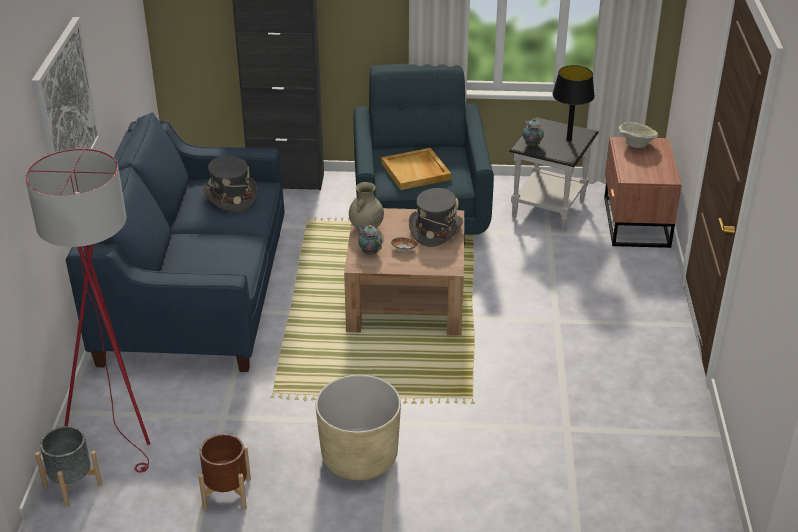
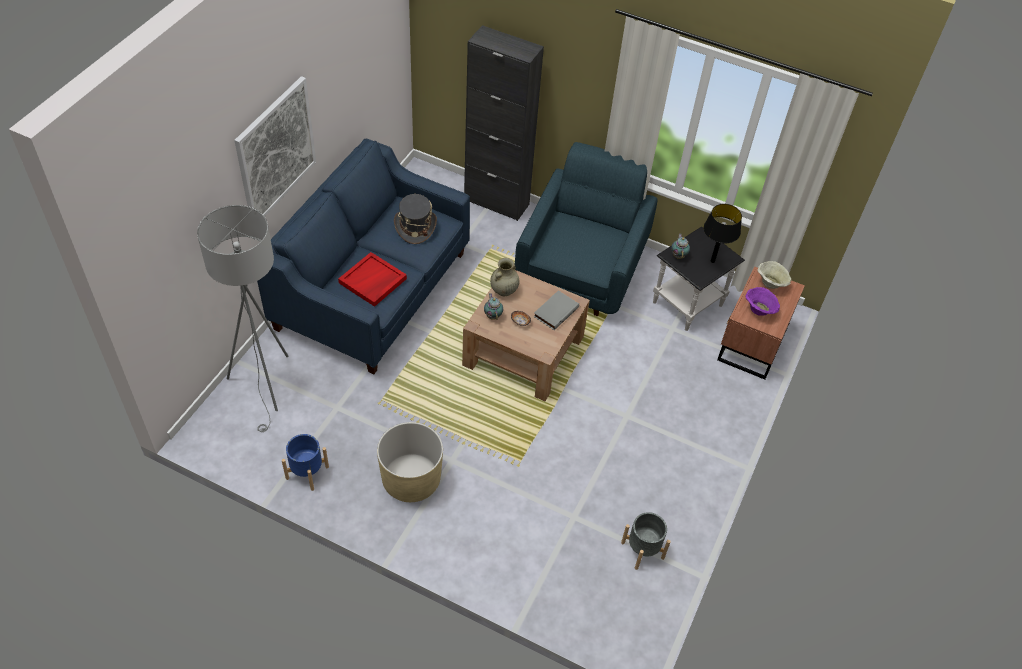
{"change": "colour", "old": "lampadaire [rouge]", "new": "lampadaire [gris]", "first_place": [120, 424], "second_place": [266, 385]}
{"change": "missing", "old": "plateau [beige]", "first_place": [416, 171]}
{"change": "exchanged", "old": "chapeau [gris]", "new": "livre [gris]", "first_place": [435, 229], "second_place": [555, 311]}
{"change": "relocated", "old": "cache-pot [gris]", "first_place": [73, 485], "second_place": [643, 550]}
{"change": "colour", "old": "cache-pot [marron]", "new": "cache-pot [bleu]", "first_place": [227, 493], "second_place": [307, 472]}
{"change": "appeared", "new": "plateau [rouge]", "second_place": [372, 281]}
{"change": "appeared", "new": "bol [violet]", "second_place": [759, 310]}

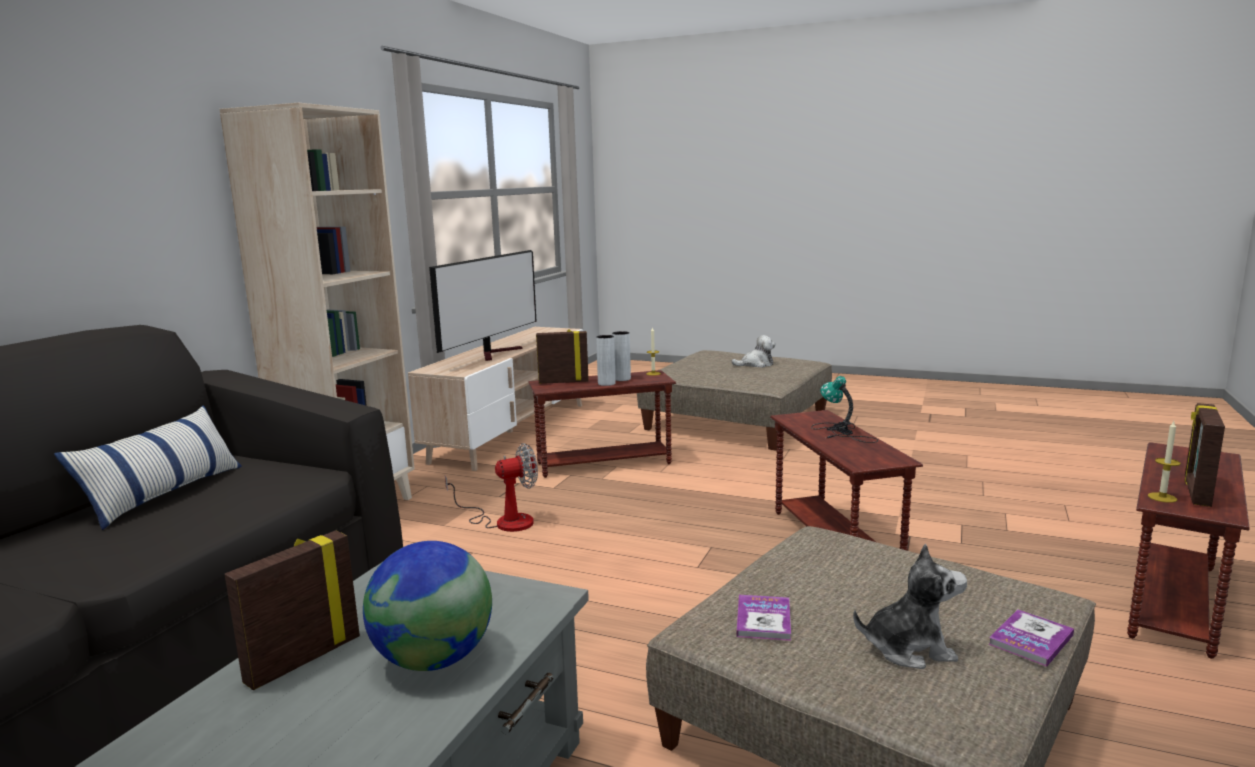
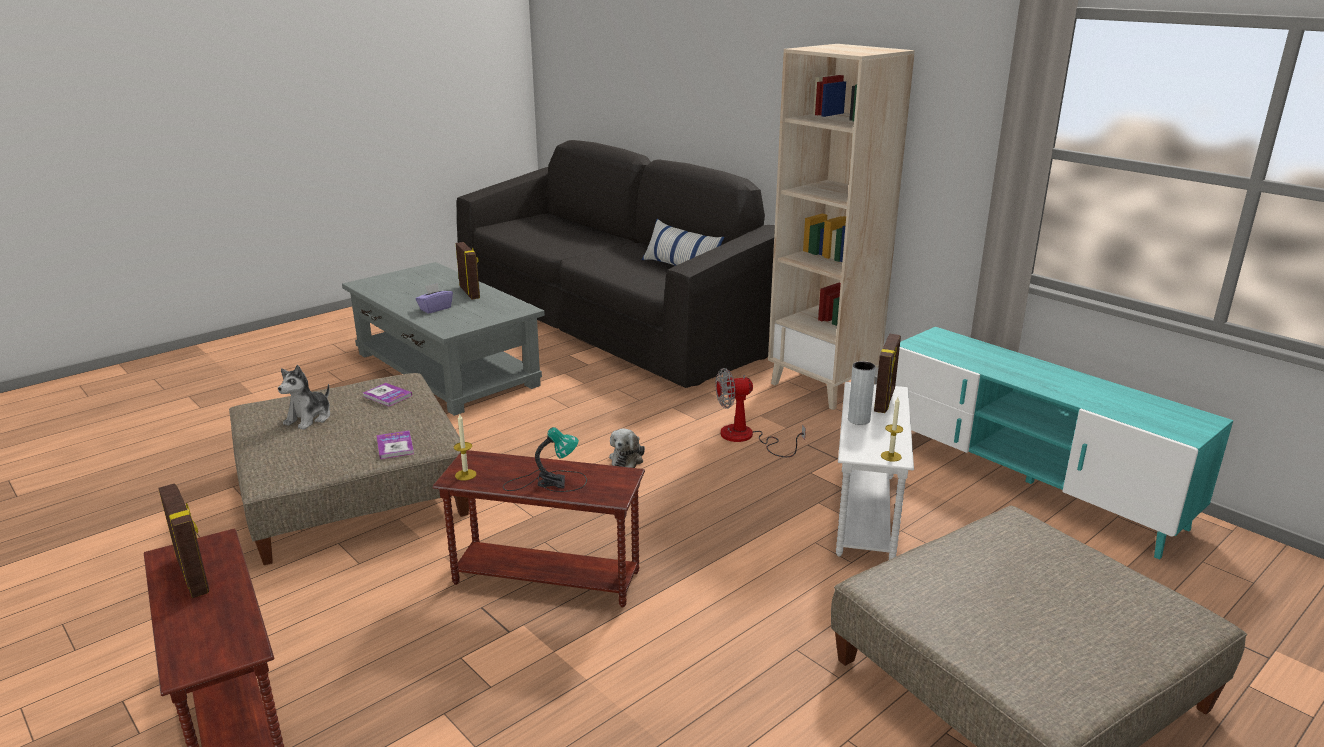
{"change": "missing", "old": "téléviseur", "first_place": [496, 353]}
{"change": "colour", "old": "meuble télé [beige]", "new": "meuble télé [turquoise]", "first_place": [511, 432], "second_place": [1028, 483]}
{"change": "missing", "old": "vase [gris]", "first_place": [622, 379]}
{"change": "relocated", "old": "peluche", "first_place": [756, 364], "second_place": [627, 458]}
{"change": "colour", "old": "table d'appoint [marron]", "new": "table d'appoint [blanc]", "first_place": [604, 464], "second_place": [865, 514]}
{"change": "relocated", "old": "bougie", "first_place": [1162, 497], "second_place": [465, 475]}
{"change": "spun", "old": "ventilateur", "first_place": [503, 521], "second_place": [747, 438], "degrees": 75}
{"change": "exchanged", "old": "globe", "new": "boîte à mouchoirs [violet]", "first_place": [434, 659], "second_place": [435, 309]}
{"change": "relocated", "old": "livre", "first_place": [1031, 639], "second_place": [395, 446]}

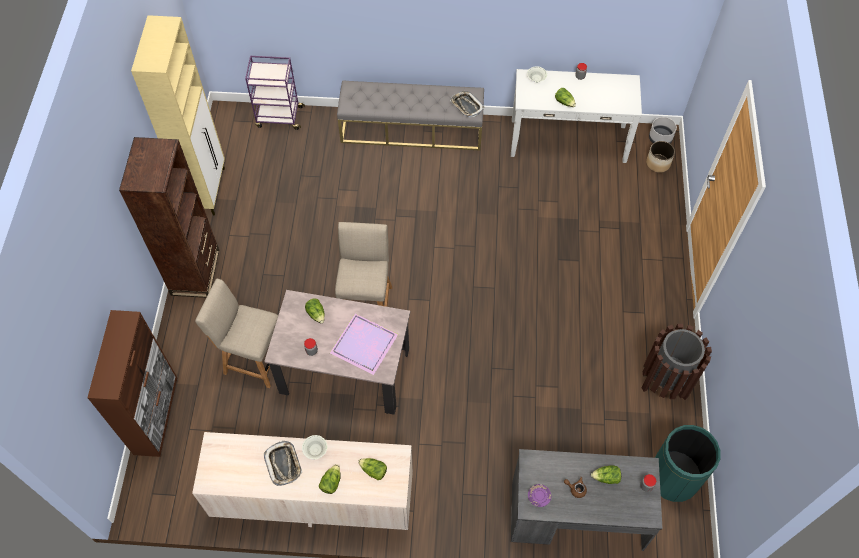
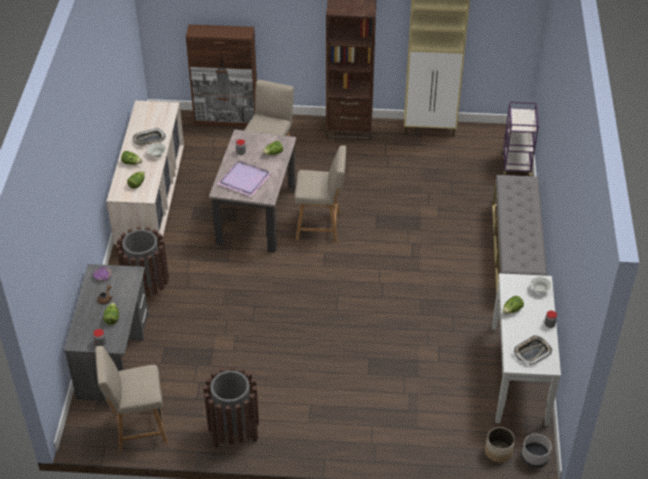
{"change": "relocated", "old": "plateau", "first_place": [466, 106], "second_place": [532, 352]}
{"change": "exchanged", "old": "poubelle [vert]", "new": "chaise [beige]", "first_place": [673, 478], "second_place": [137, 428]}
{"change": "appeared", "new": "poubelle [marron]", "second_place": [147, 288]}

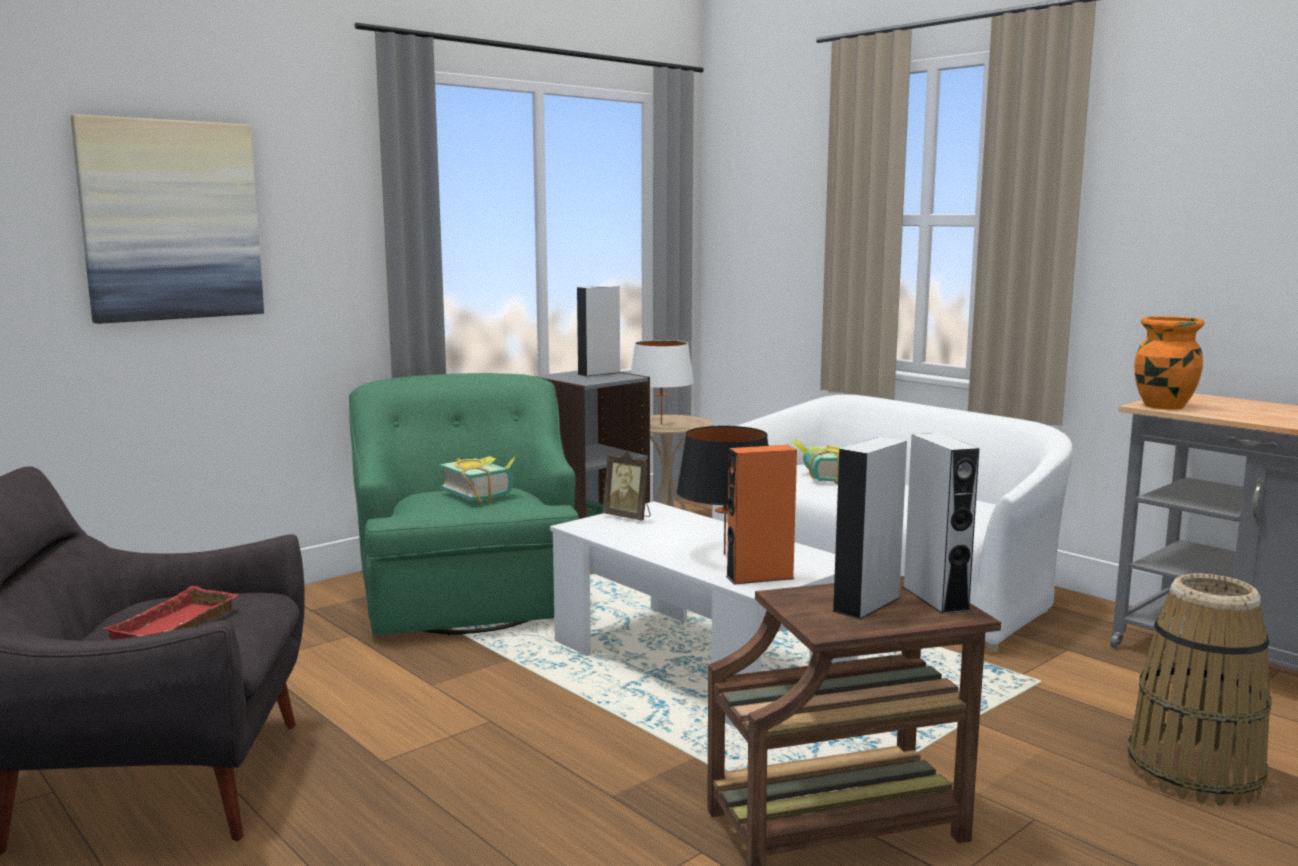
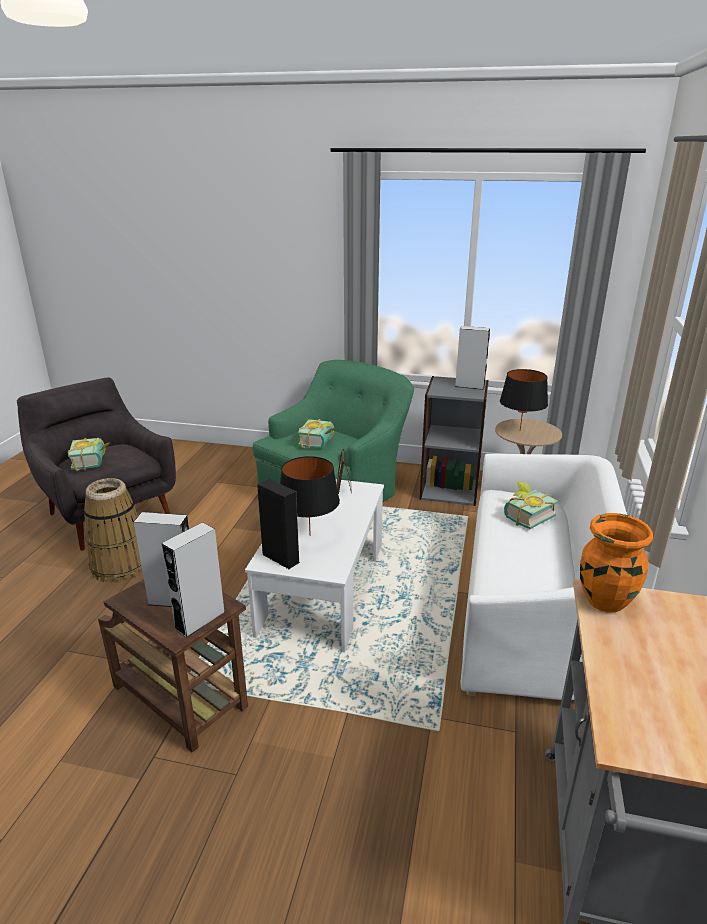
{"change": "missing", "old": "tableau", "first_place": [171, 220]}
{"change": "colour", "old": "lampe de table [blanc]", "new": "lampe de table [noir]", "first_place": [661, 424], "second_place": [520, 431]}
{"change": "colour", "old": "enceinte [orange]", "new": "enceinte [noir]", "first_place": [760, 577], "second_place": [280, 558]}
{"change": "relocated", "old": "panier", "first_place": [1193, 772], "second_place": [120, 565]}
{"change": "exchanged", "old": "plateau [rouge]", "new": "livre", "first_place": [176, 627], "second_place": [93, 461]}

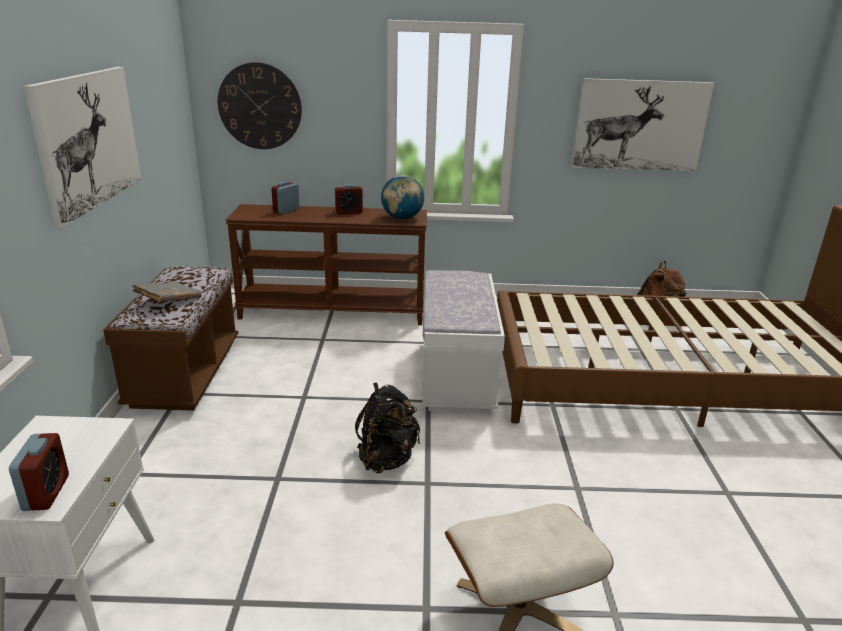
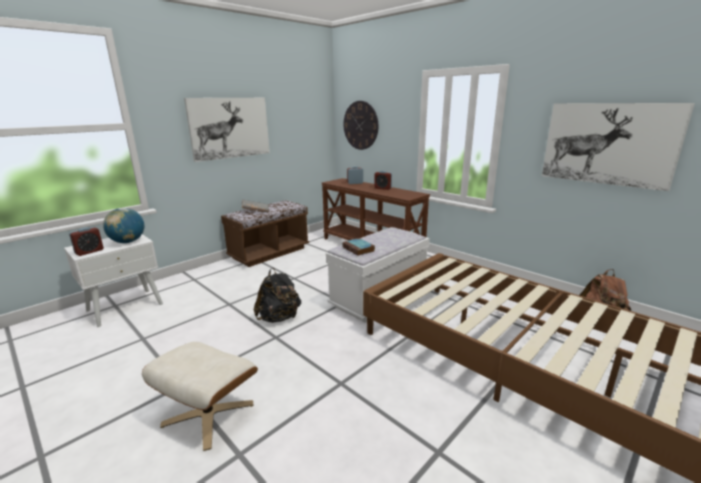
{"change": "relocated", "old": "globe", "first_place": [402, 218], "second_place": [128, 242]}
{"change": "appeared", "new": "livre", "second_place": [359, 249]}

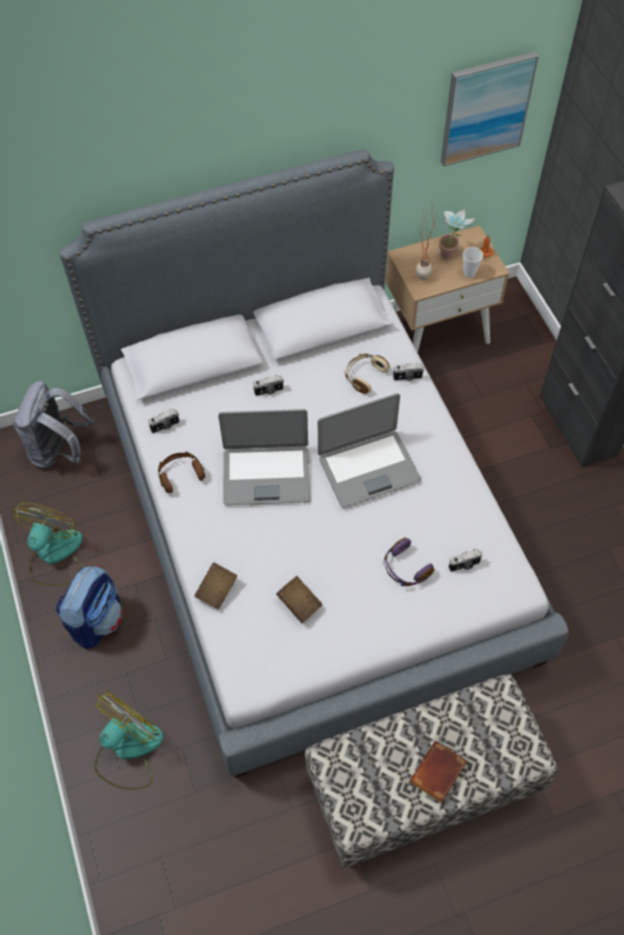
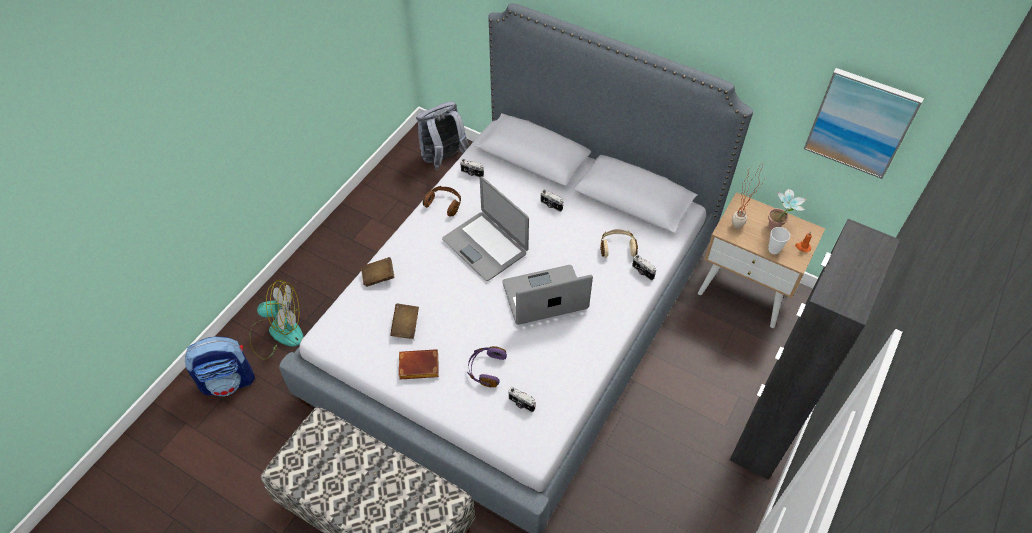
{"change": "spun", "old": "ordinateur portable", "first_place": [368, 468], "second_place": [545, 297], "degrees": 135}
{"change": "missing", "old": "ventilateur", "first_place": [55, 556]}
{"change": "relocated", "old": "sac à dos", "first_place": [97, 619], "second_place": [229, 381]}
{"change": "relocated", "old": "livre [marron]", "first_place": [438, 775], "second_place": [418, 367]}

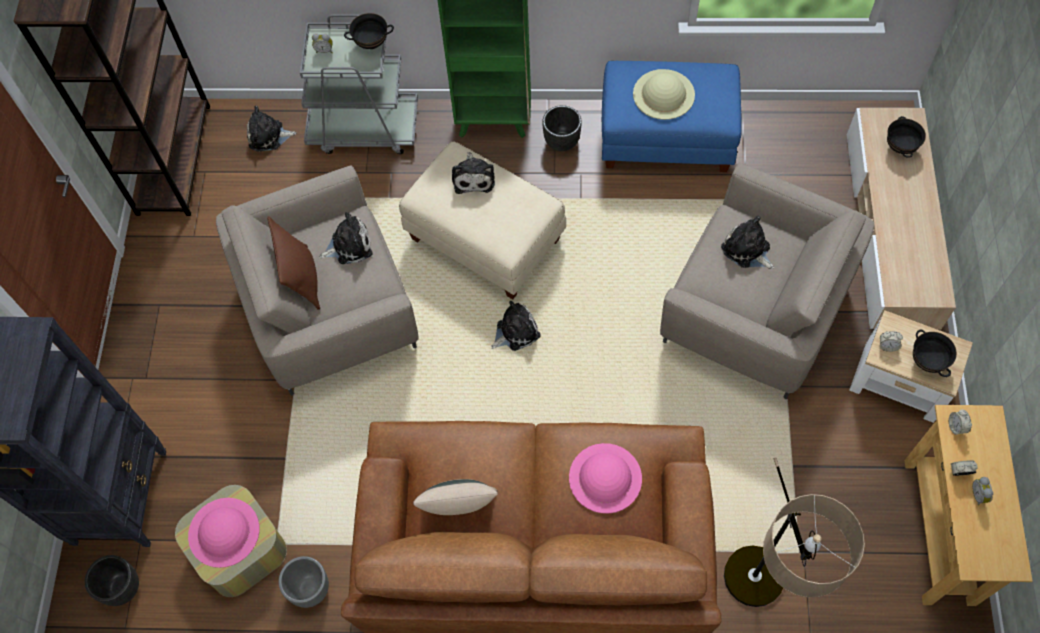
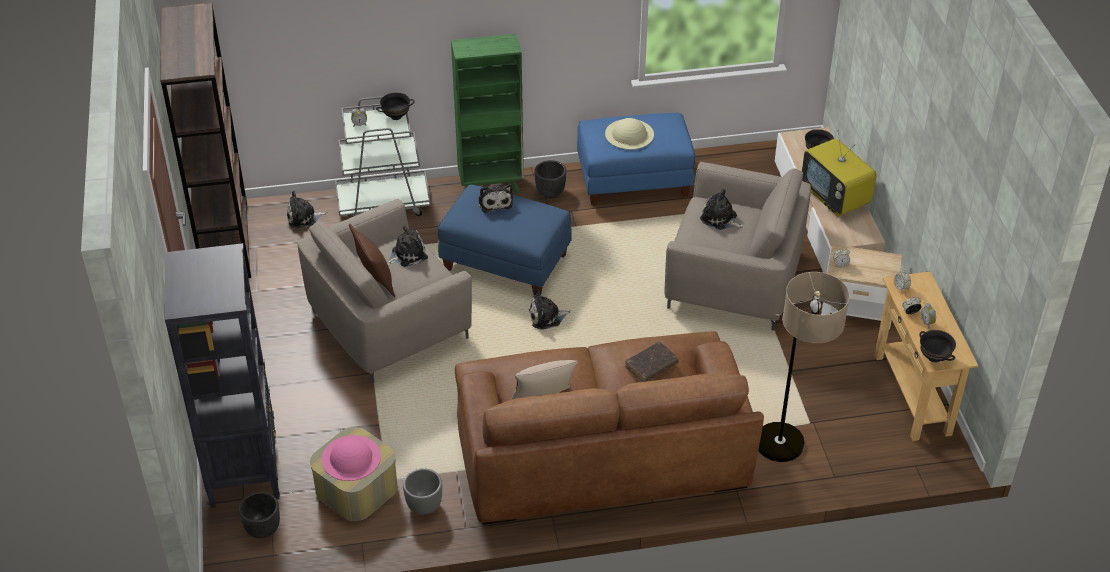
{"change": "colour", "old": "pouf [beige]", "new": "pouf [bleu]", "first_place": [484, 240], "second_place": [504, 262]}
{"change": "spun", "old": "peluche", "first_place": [515, 331], "second_place": [547, 317], "degrees": -150}
{"change": "relocated", "old": "bol [noir]", "first_place": [927, 361], "second_place": [934, 357]}
{"change": "exchanged", "old": "chapeau [rose]", "new": "livre [marron]", "first_place": [605, 477], "second_place": [651, 366]}
{"change": "appeared", "new": "téléviseur", "second_place": [835, 198]}

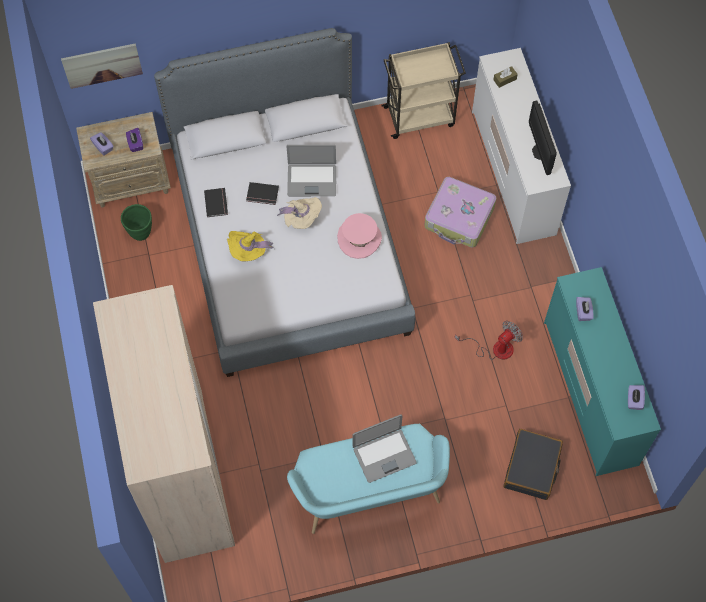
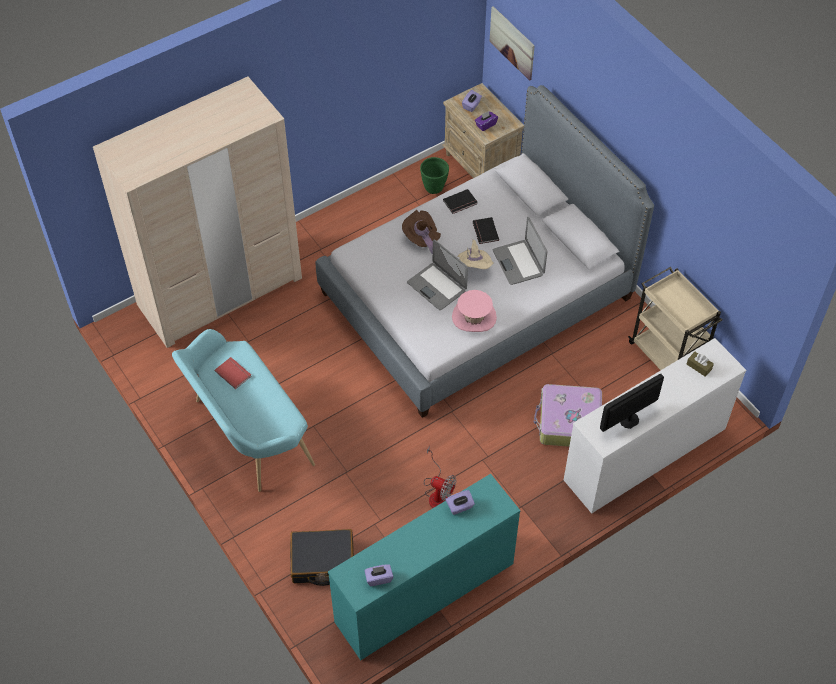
{"change": "colour", "old": "chapeau [jaune]", "new": "chapeau [marron]", "first_place": [249, 251], "second_place": [422, 239]}
{"change": "relocated", "old": "ordinateur portable", "first_place": [384, 455], "second_place": [437, 286]}
{"change": "appeared", "new": "livre [rouge]", "second_place": [234, 373]}

